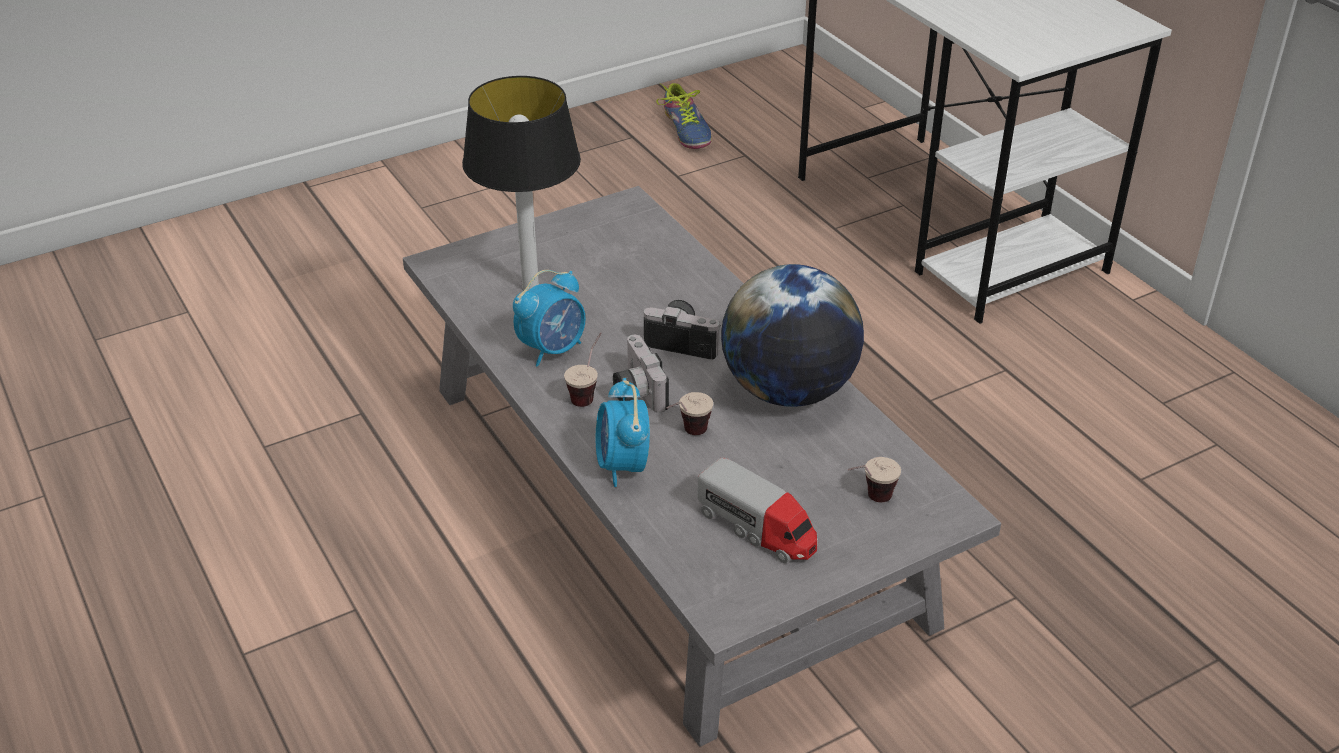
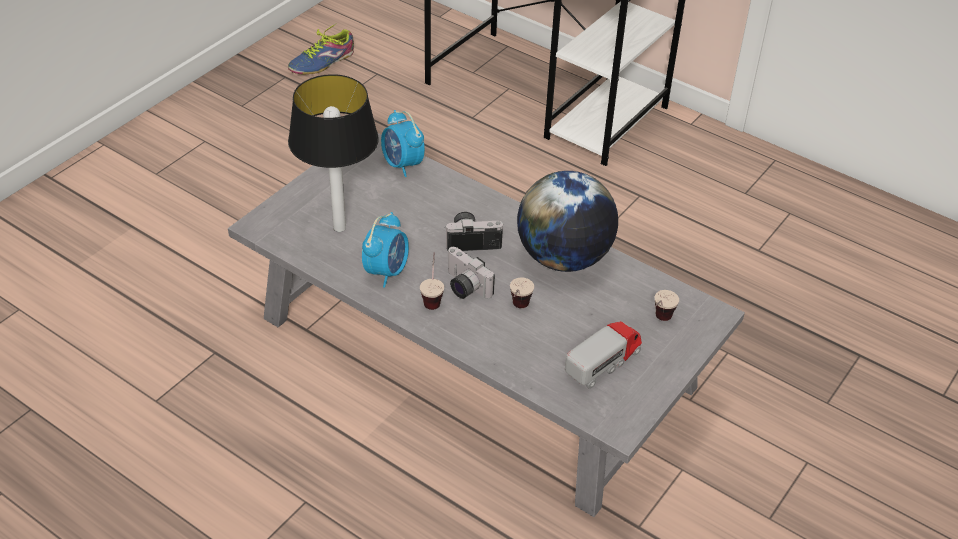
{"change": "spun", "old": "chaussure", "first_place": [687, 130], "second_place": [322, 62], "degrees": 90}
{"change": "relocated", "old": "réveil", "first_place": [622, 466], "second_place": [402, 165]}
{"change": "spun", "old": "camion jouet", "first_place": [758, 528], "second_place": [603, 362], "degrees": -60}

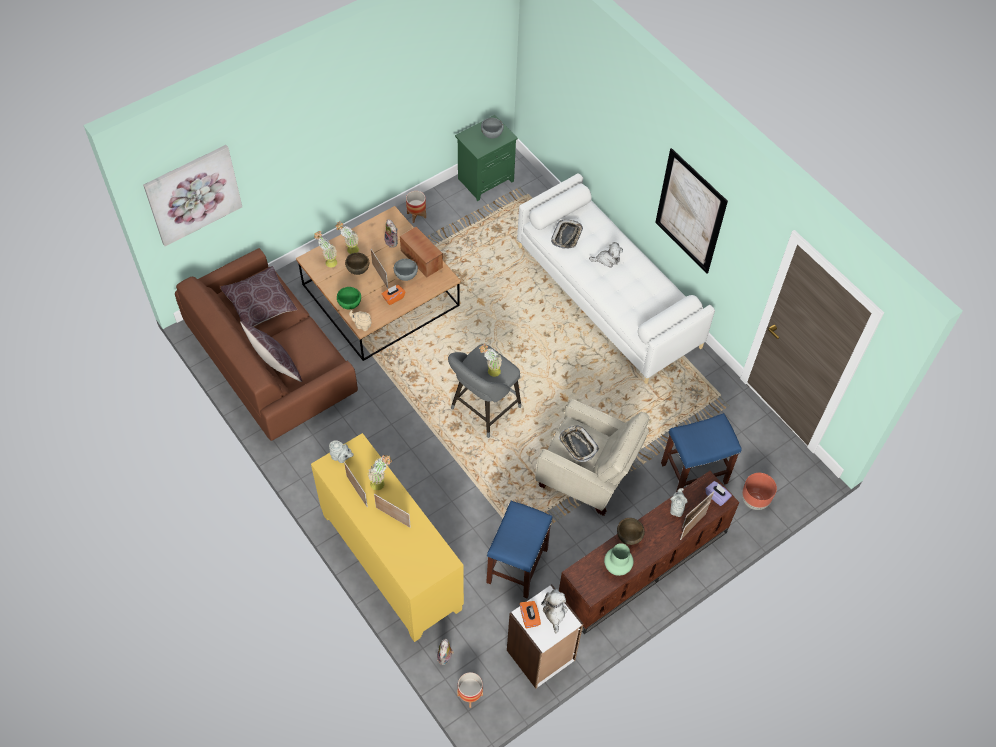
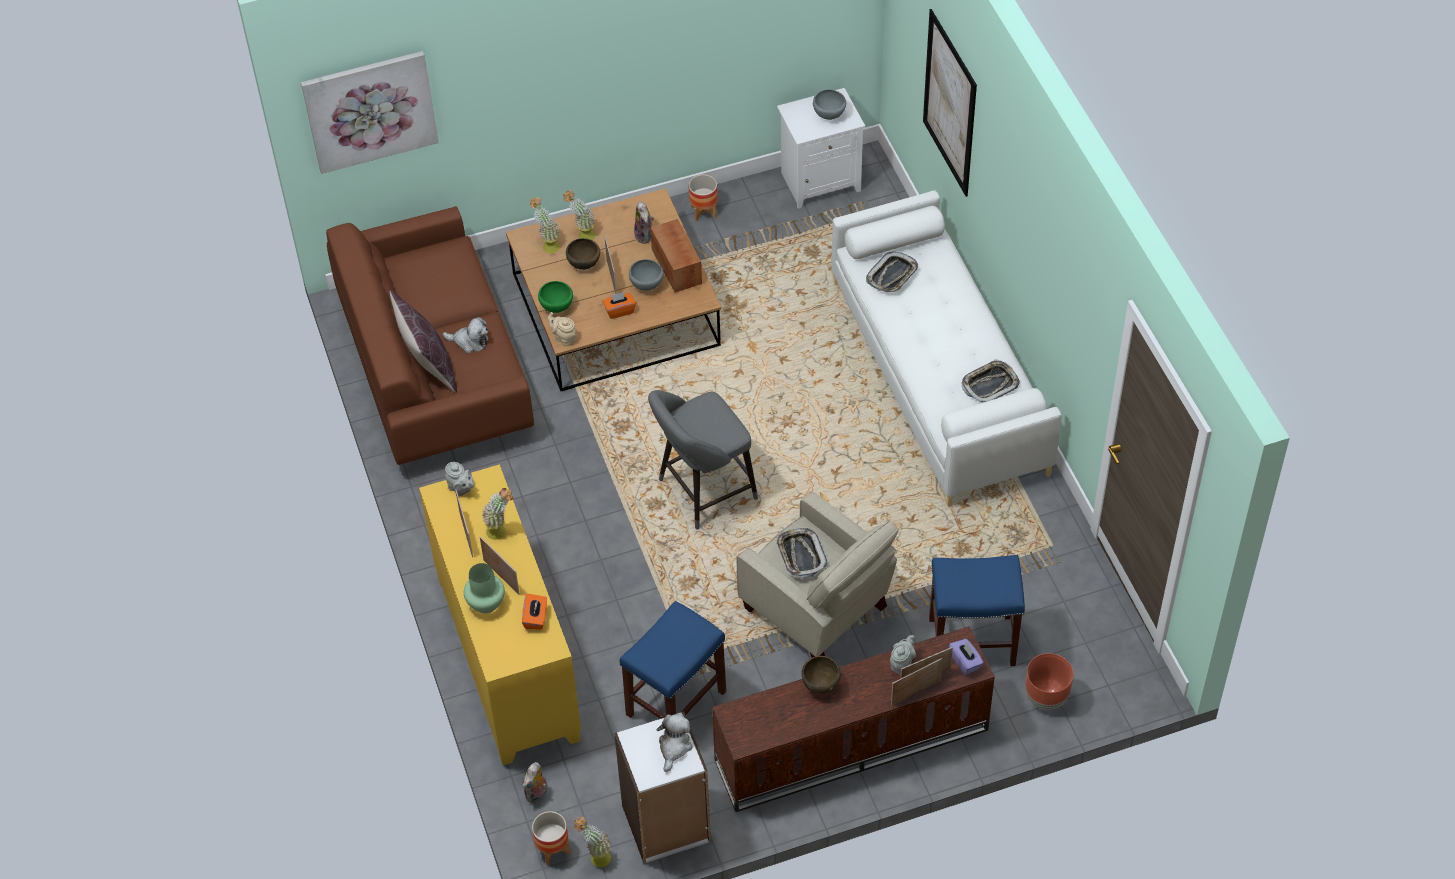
{"change": "colour", "old": "table de chevet [vert]", "new": "table de chevet [blanc]", "first_place": [485, 179], "second_place": [820, 180]}
{"change": "relocated", "old": "tableau", "first_place": [690, 212], "second_place": [949, 103]}
{"change": "relocated", "old": "peluche", "first_place": [607, 259], "second_place": [469, 341]}
{"change": "missing", "old": "coussin [marron]", "first_place": [260, 304]}
{"change": "relocated", "old": "plante en pot", "first_place": [490, 371], "second_place": [595, 857]}
{"change": "relocated", "old": "vase [vert]", "first_place": [617, 566], "second_place": [486, 603]}
{"change": "relocated", "old": "boîte à mouchoirs [orange]", "first_place": [529, 617], "second_place": [536, 618]}
{"change": "appeared", "new": "plateau", "second_place": [990, 384]}

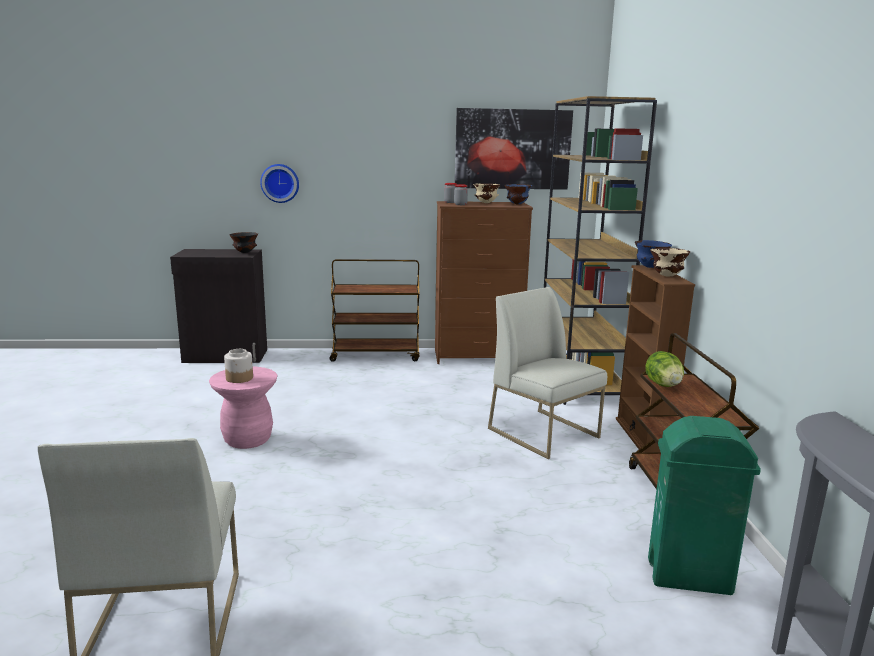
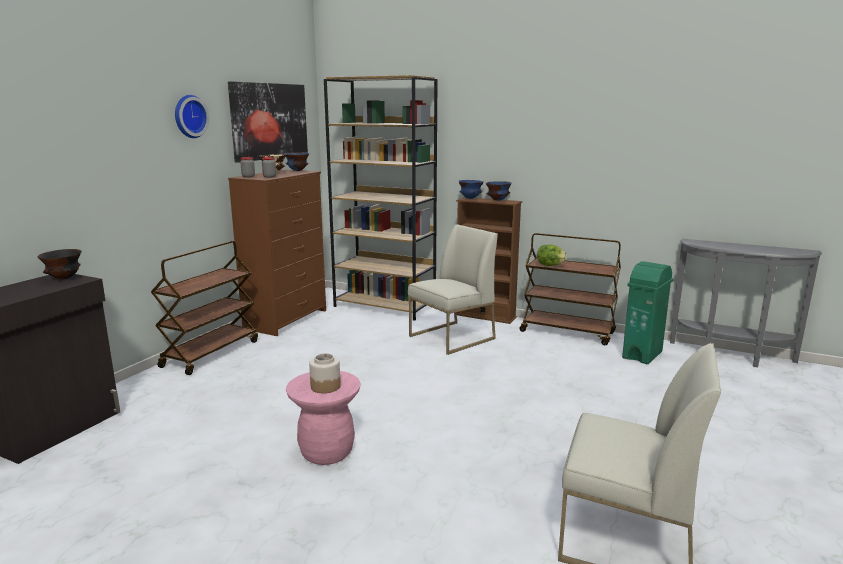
{"change": "relocated", "old": "horloge murale", "first_place": [280, 183], "second_place": [189, 116]}
{"change": "colour", "old": "bol [beige]", "new": "bol [bleu]", "first_place": [666, 276], "second_place": [497, 200]}
{"change": "spun", "old": "chaise [blanc]", "first_place": [544, 433], "second_place": [452, 338], "degrees": 150}

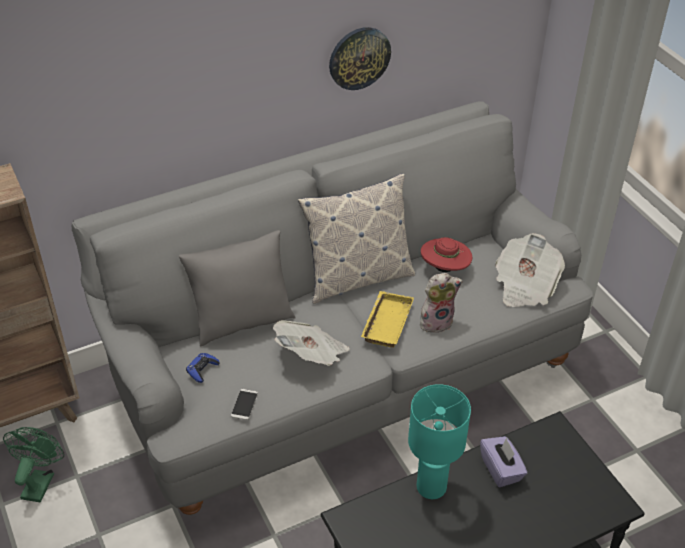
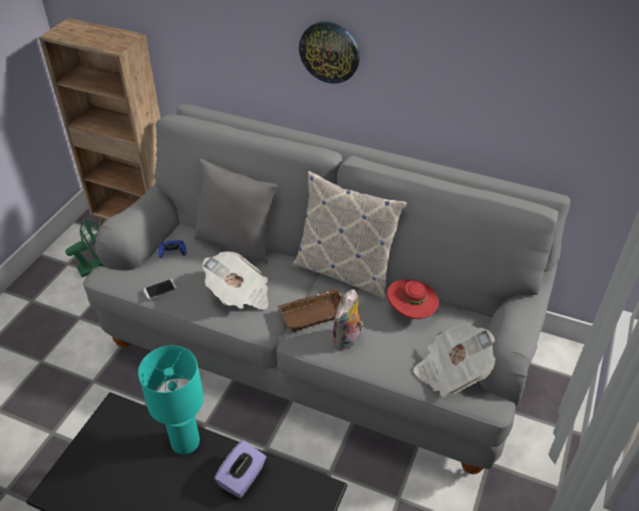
{"change": "relocated", "old": "horloge murale", "first_place": [359, 58], "second_place": [329, 52]}
{"change": "spun", "old": "peluche", "first_place": [436, 321], "second_place": [347, 340], "degrees": 90}
{"change": "colour", "old": "plateau [jaune]", "new": "plateau [marron]", "first_place": [385, 322], "second_place": [314, 312]}

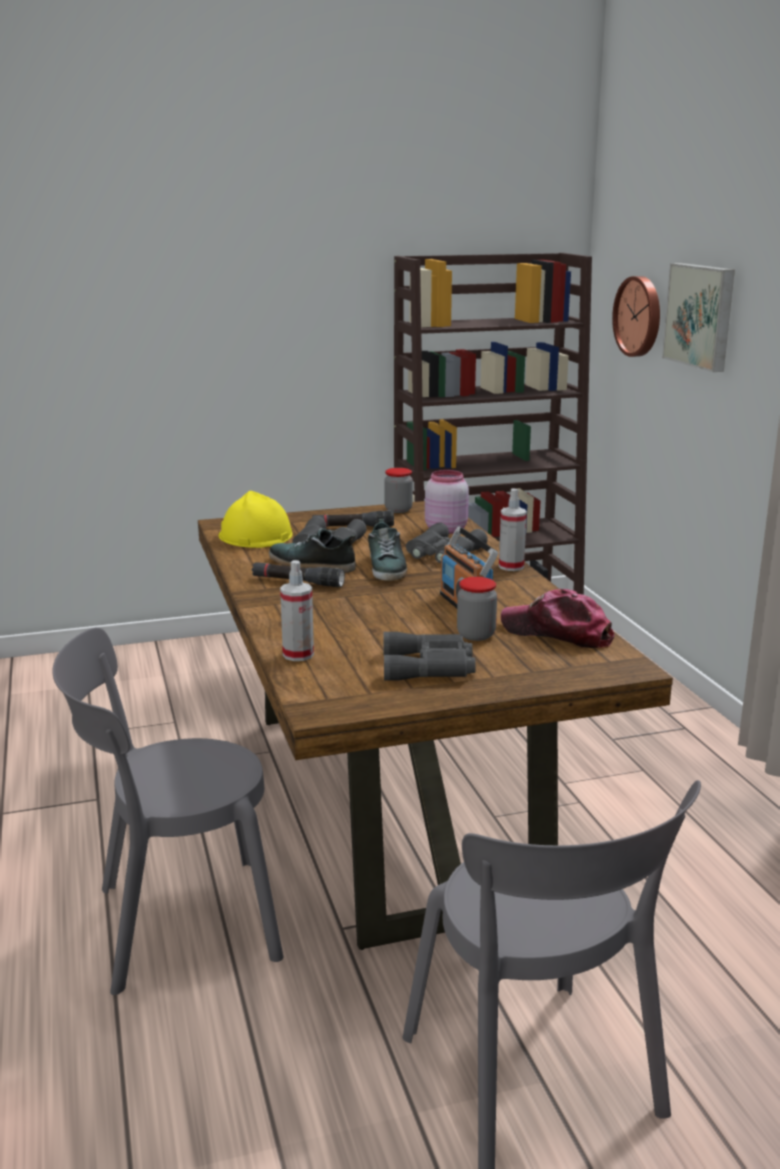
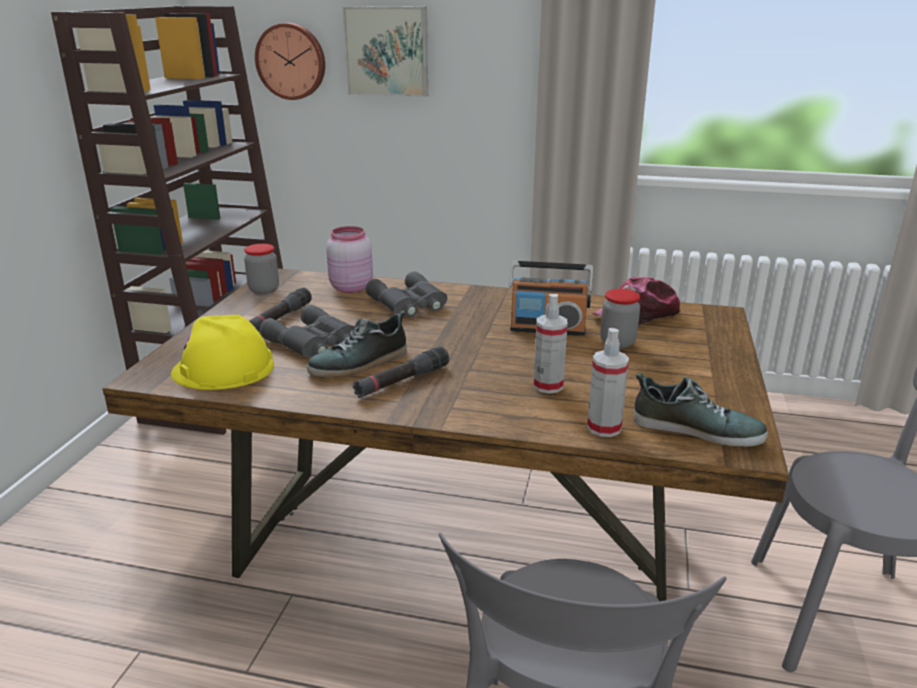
{"change": "relocated", "old": "vaporisateur", "first_place": [511, 567], "second_place": [548, 386]}
{"change": "relocated", "old": "chaussure", "first_place": [387, 567], "second_place": [696, 428]}
{"change": "missing", "old": "jumelles [gris]", "first_place": [430, 666]}

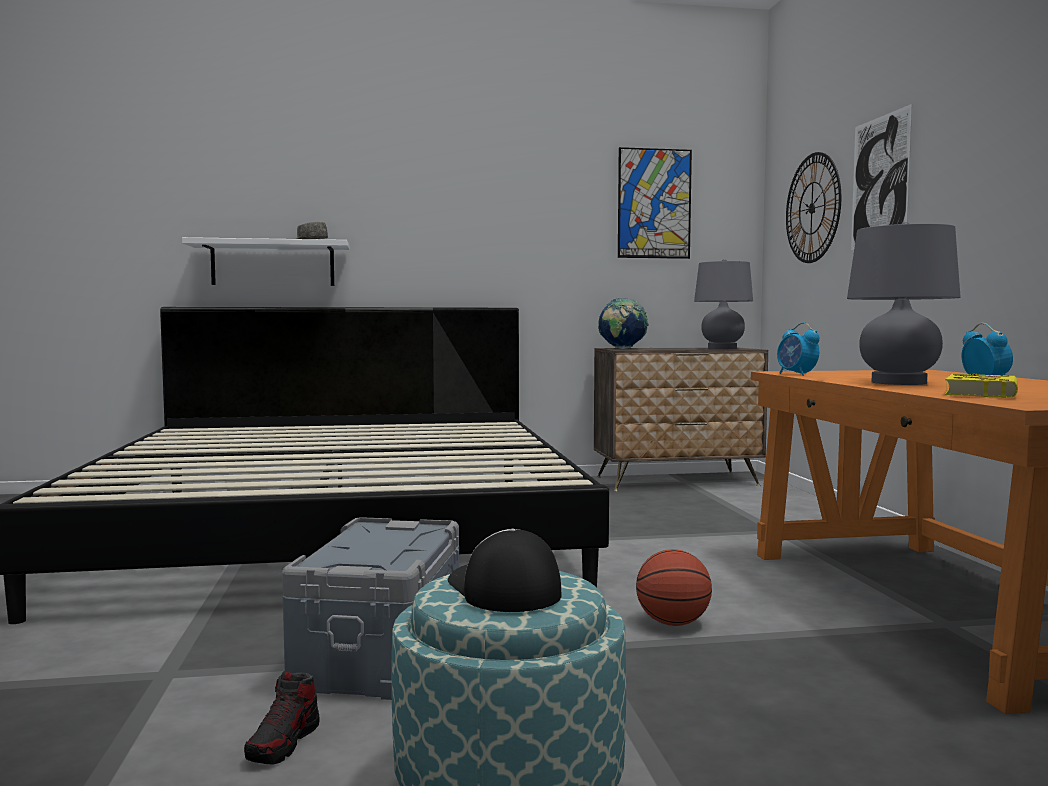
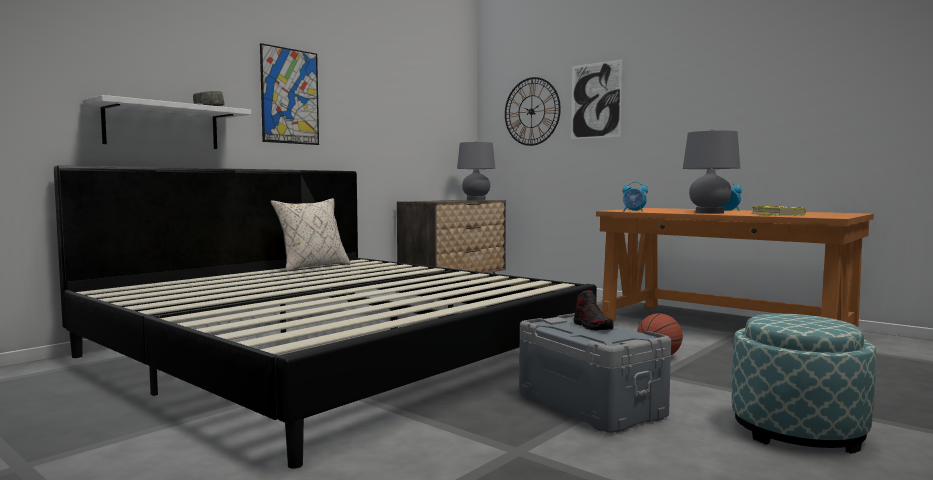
{"change": "relocated", "old": "tableau", "first_place": [654, 203], "second_place": [290, 96]}
{"change": "missing", "old": "globe", "first_place": [622, 349]}
{"change": "missing", "old": "casquette", "first_place": [502, 589]}
{"change": "relocated", "old": "chaussure", "first_place": [283, 743], "second_place": [592, 326]}
{"change": "appeared", "new": "coussin [beige]", "second_place": [312, 267]}

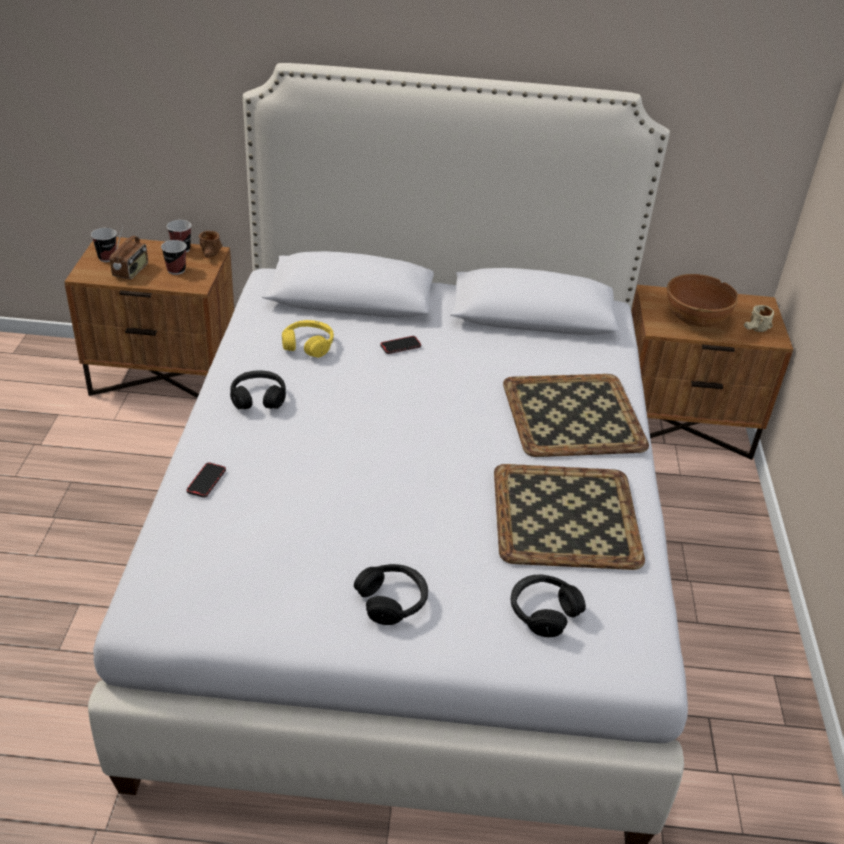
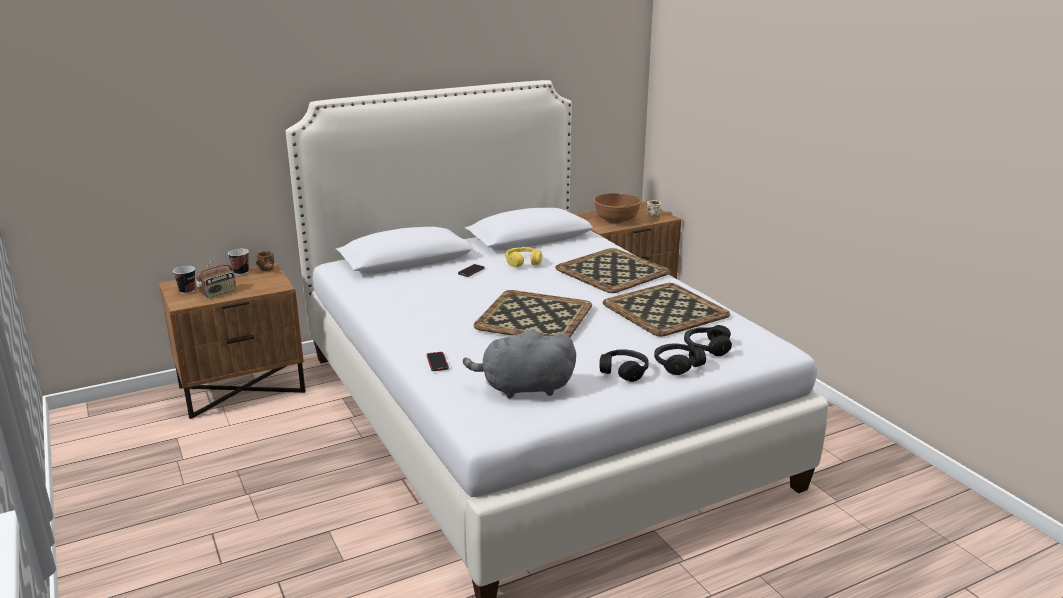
{"change": "spun", "old": "radio", "first_place": [131, 271], "second_place": [218, 292], "degrees": 60}
{"change": "missing", "old": "tasse", "first_place": [176, 270]}
{"change": "relocated", "old": "casque audio [jaune]", "first_place": [308, 345], "second_place": [523, 262]}
{"change": "relocated", "old": "casque audio [noir]", "first_place": [258, 398], "second_place": [677, 365]}
{"change": "appeared", "new": "plateau", "second_place": [533, 317]}
{"change": "appeared", "new": "peluche [gris]", "second_place": [523, 388]}

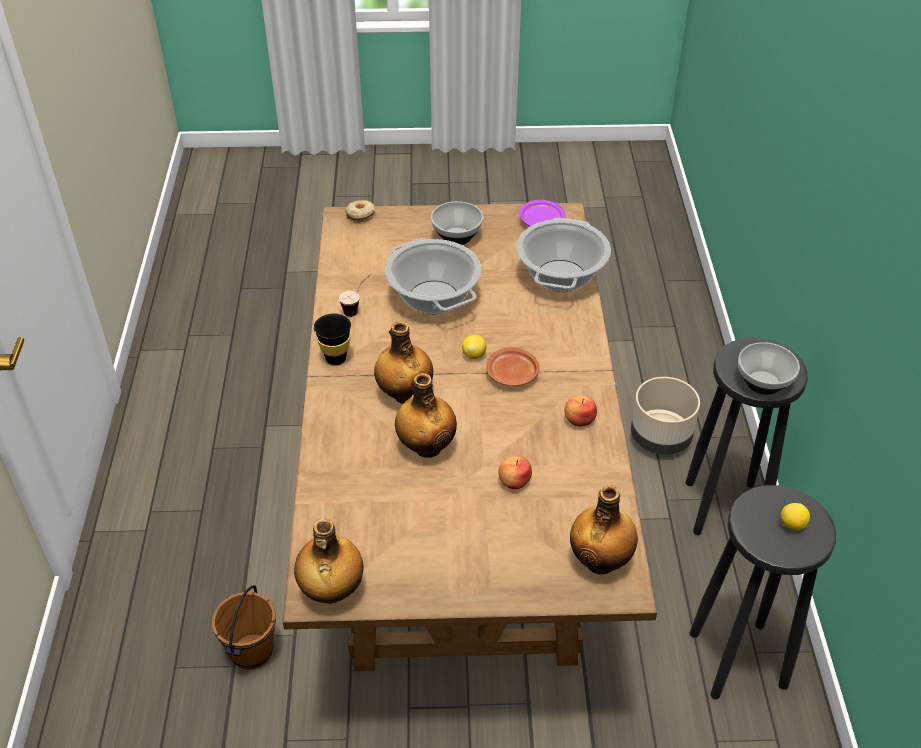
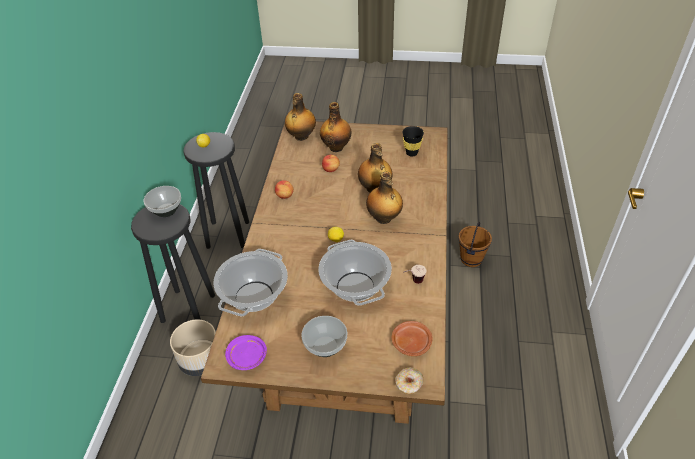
{"change": "relocated", "old": "tasse [noir]", "first_place": [336, 358], "second_place": [411, 153]}
{"change": "relocated", "old": "assiette [marron]", "first_place": [512, 375], "second_place": [411, 342]}
{"change": "relocated", "old": "bouteille", "first_place": [331, 591], "second_place": [336, 147]}

